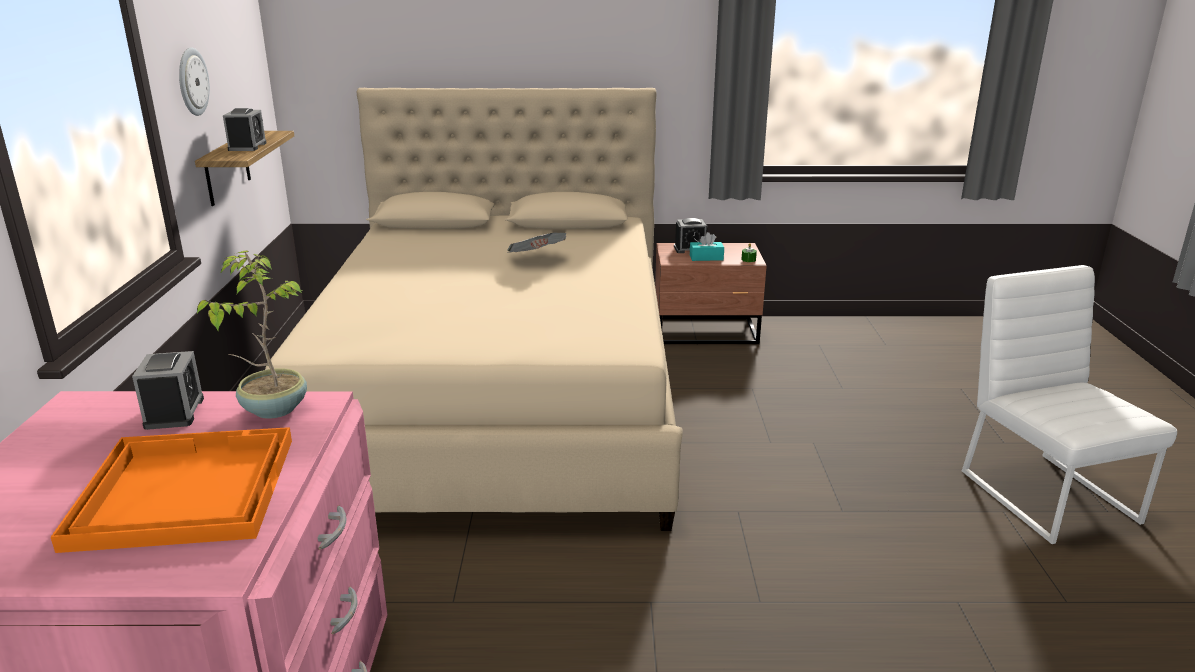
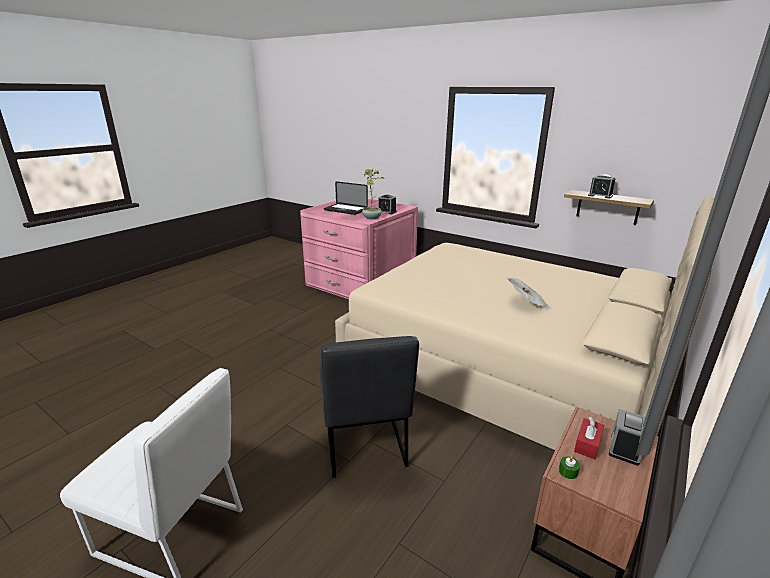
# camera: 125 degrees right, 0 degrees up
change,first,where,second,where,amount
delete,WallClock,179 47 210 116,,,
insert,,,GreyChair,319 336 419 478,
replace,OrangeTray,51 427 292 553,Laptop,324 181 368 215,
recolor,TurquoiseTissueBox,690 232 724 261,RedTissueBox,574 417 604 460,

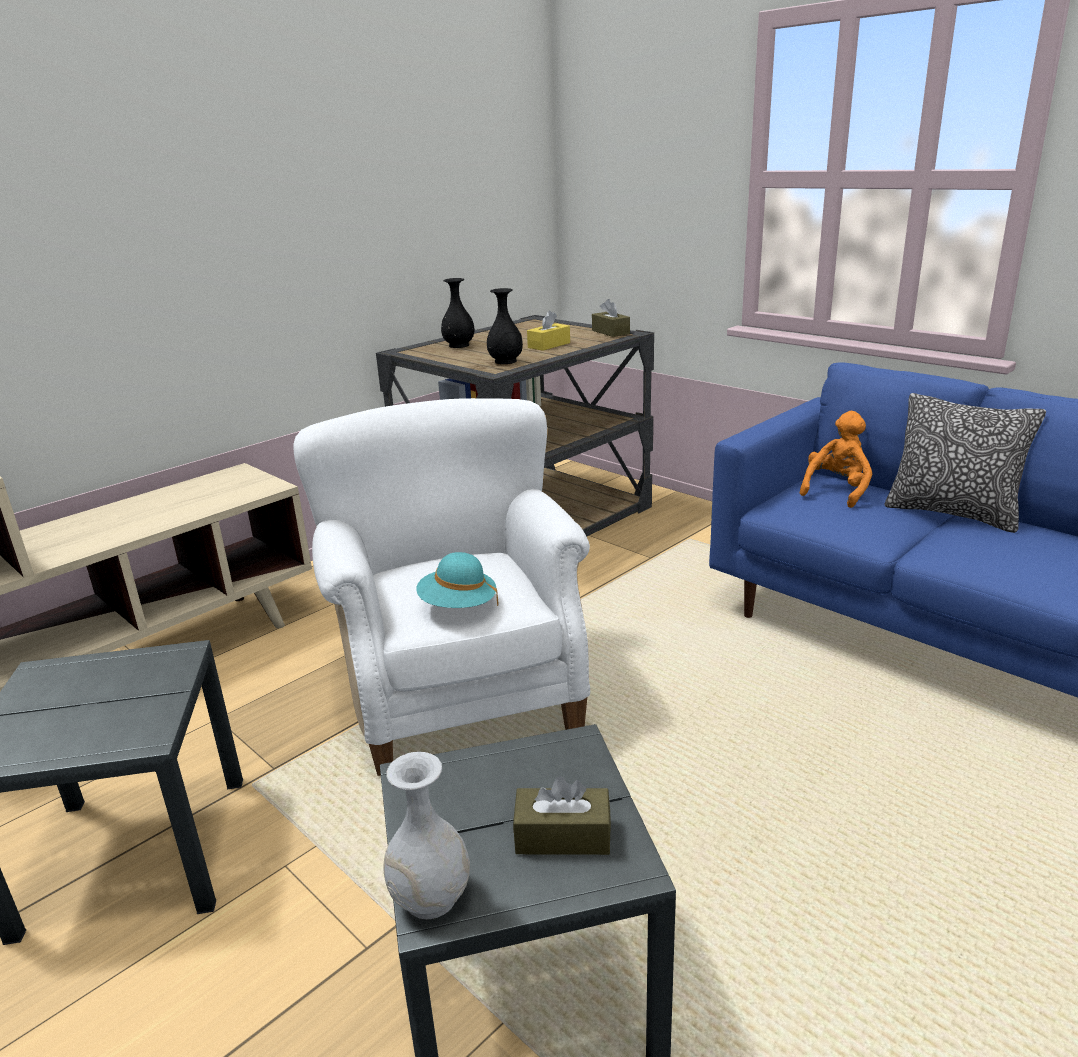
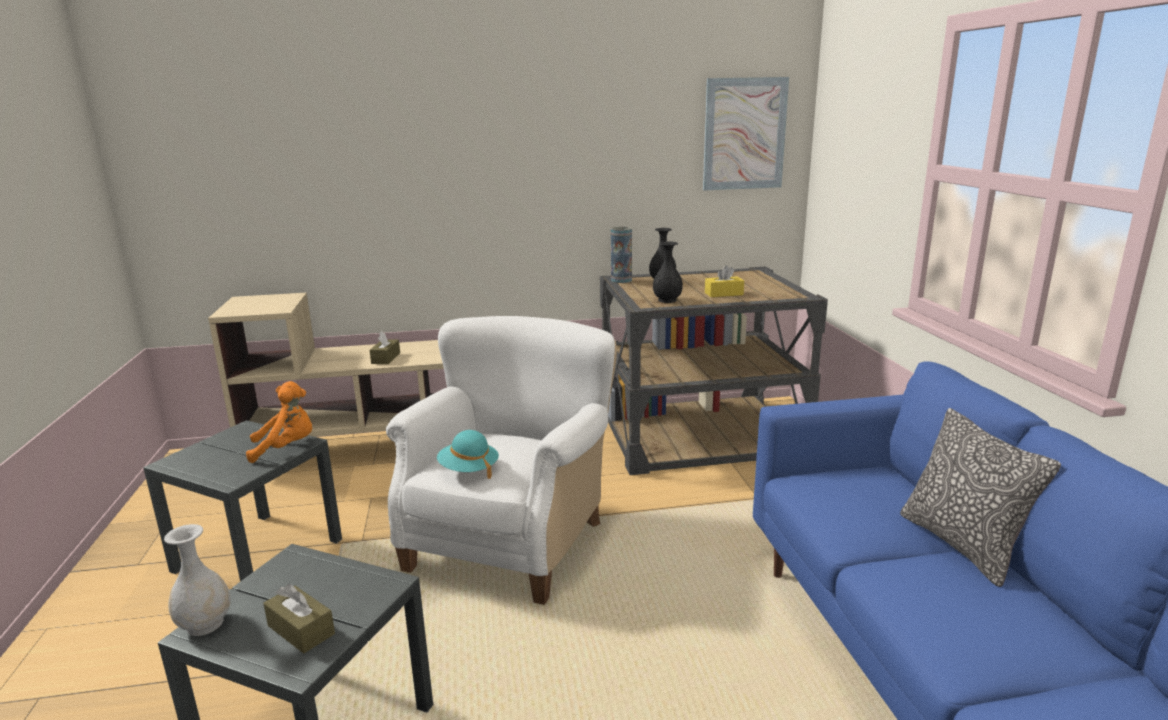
# camera: 35 degrees right, 5 degrees down
change,first,where,second,where,amount
insert,,,Vase,611 227 632 283,
insert,,,Picture,703 77 789 190,
move,BrownTissueBox,592 299 630 337,,369 331 400 364,
move,OrangePlushToy,800 411 872 508,,246 381 312 463,

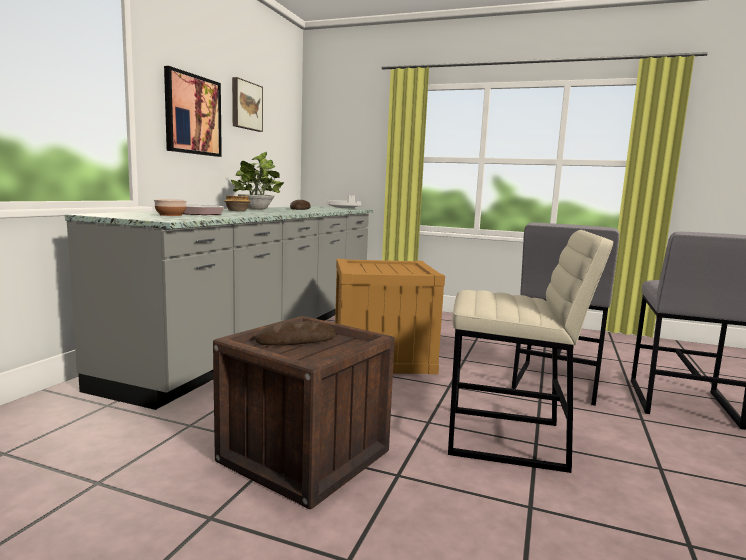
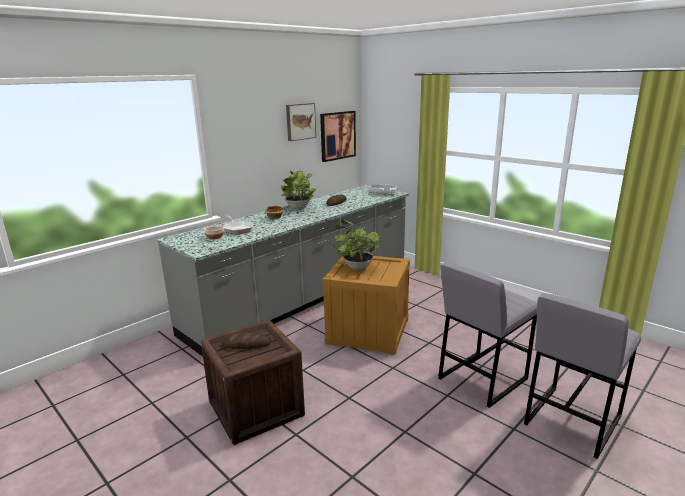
# camera: 25 degrees right, 10 degrees up
change,first,where,second,where,amount
delete,BeigeChair,448 230 613 473,,,
insert,,,PottedPlant,333 219 381 270,
move,Picture,164 66 222 157,,320 111 356 162,

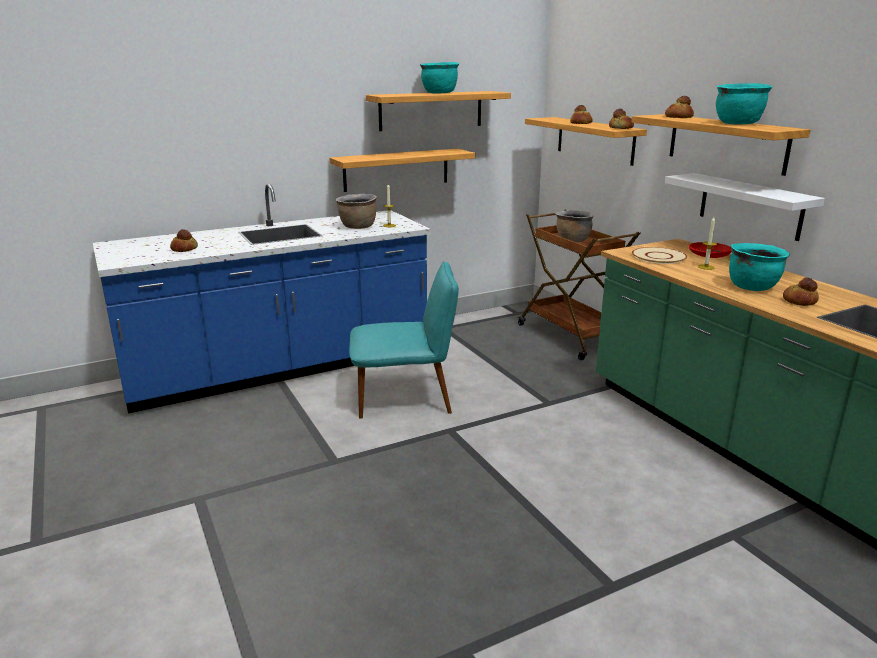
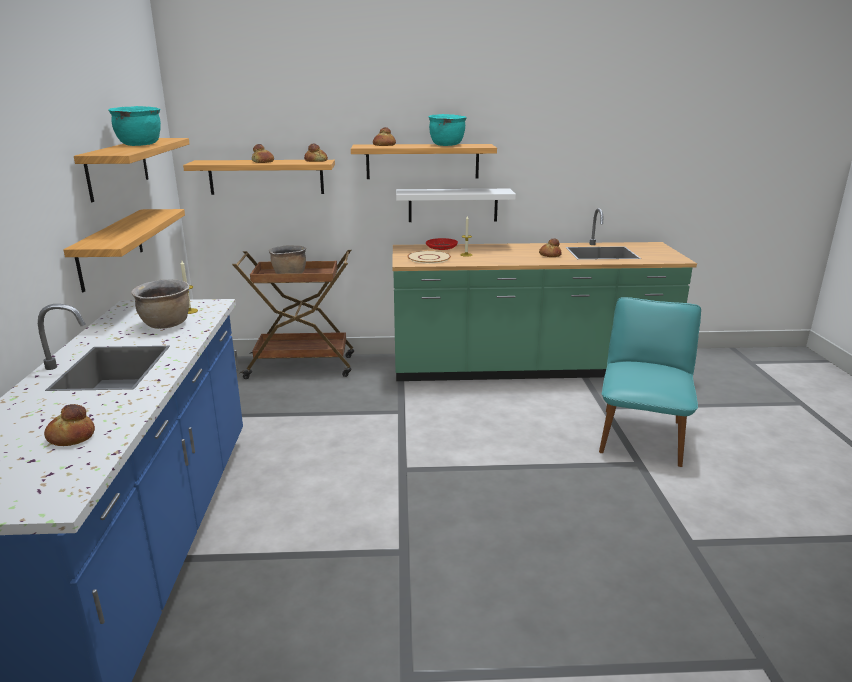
# camera: 65 degrees left, 0 degrees up
change,first,where,second,where,amount
delete,TurquoiseCookingPot,729 243 790 291,,,
move,TurquoiseChair,349 261 459 419,,599 297 701 467,

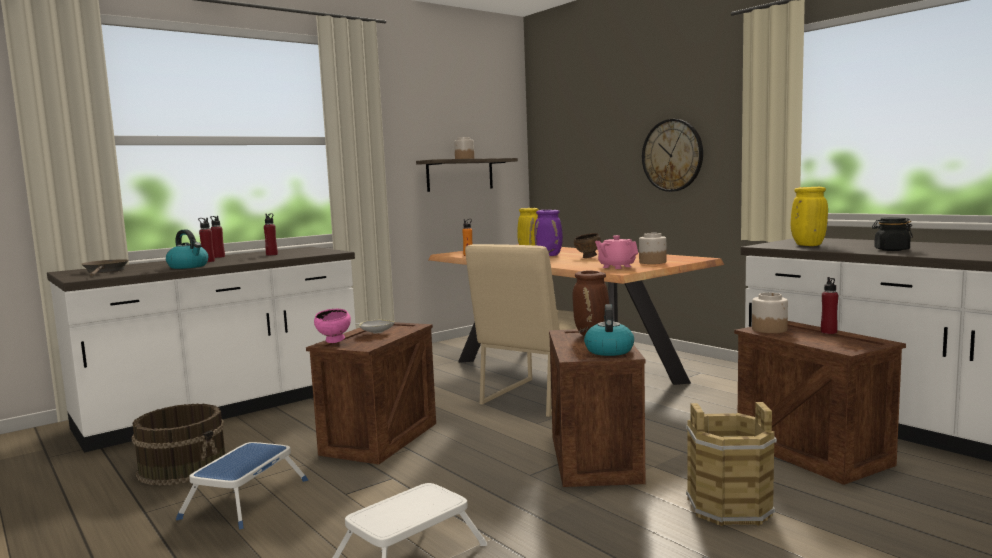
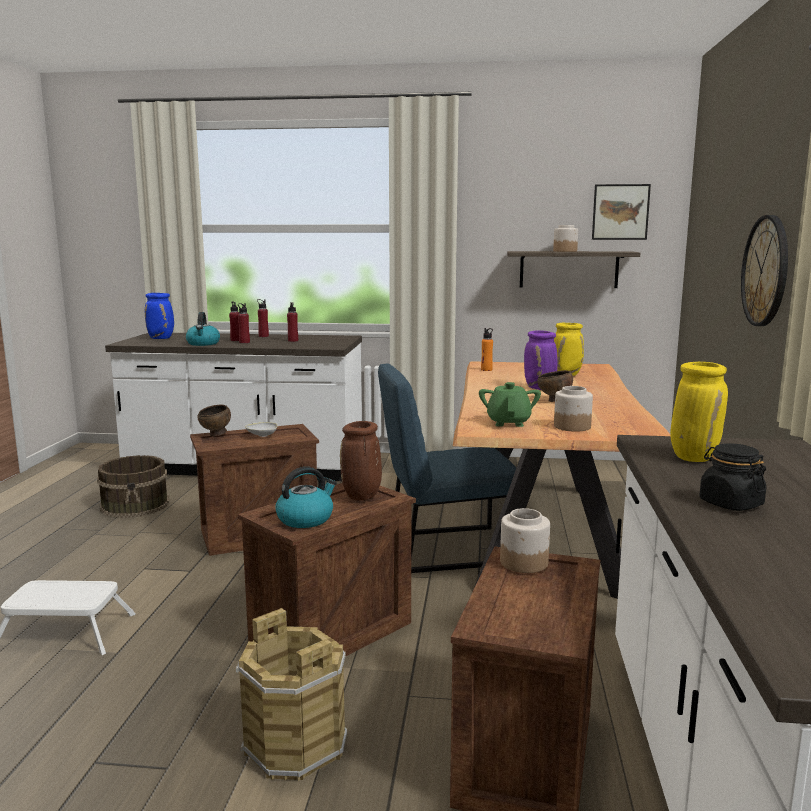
# camera: 45 degrees right, 5 degrees up
change,first,where,second,where,amount
delete,BlueStepLadder,176 442 308 530,,,
insert,,,Picture,592 184 651 240,
move,RedBottle,821 277 838 334,,238 303 250 343,
replace,BrownFryingPan,81 260 129 276,BlueVase,145 293 174 339,
recolor,PinkBowl,314 309 351 343,BrownBowl,197 405 231 436,
recolor,BeigeChair,465 244 577 417,BlueChair,378 363 516 573,
recolor,PinkTeapot,595 235 638 269,GreenTeapot,479 382 541 427,

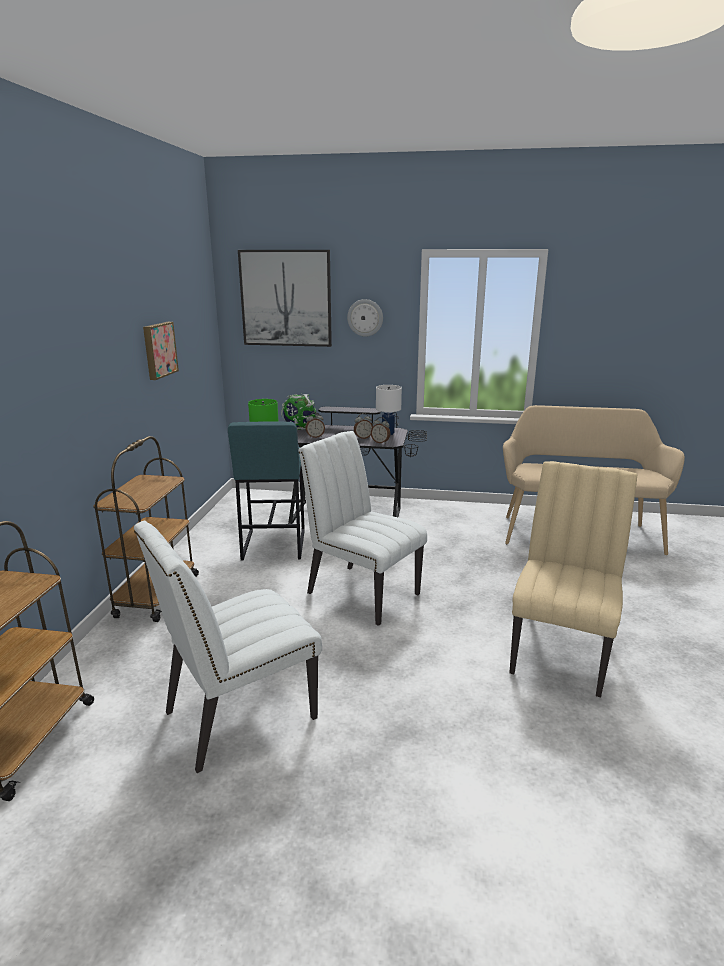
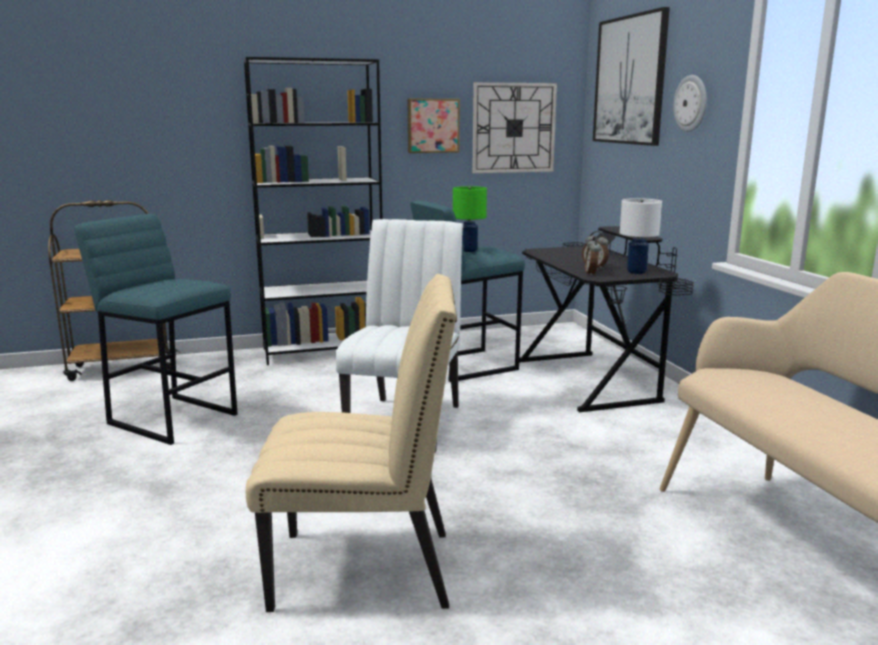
# camera: 65 degrees right, 5 degrees down
change,first,where,second,where,amount
delete,Globe,281 393 317 430,,,
delete,AlarmClock,305 412 325 438,,,
insert,,,WallClock,472 82 557 173,
replace,BrownCart,93 436 199 622,WhiteBookcase,244 57 383 365,
replace,WhiteChair,134 521 322 773,TurquoiseStool,74 214 238 445,

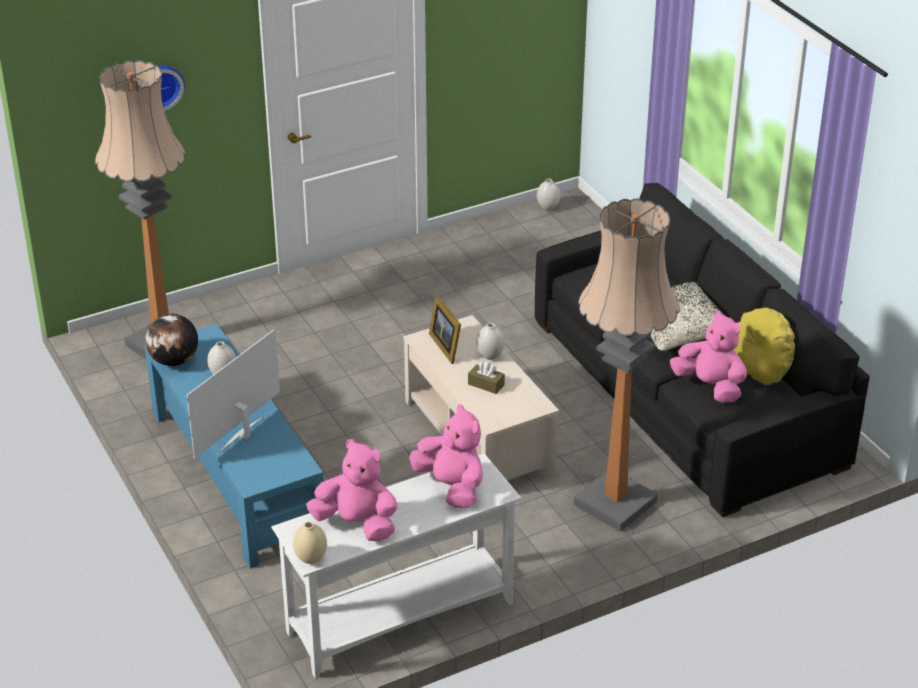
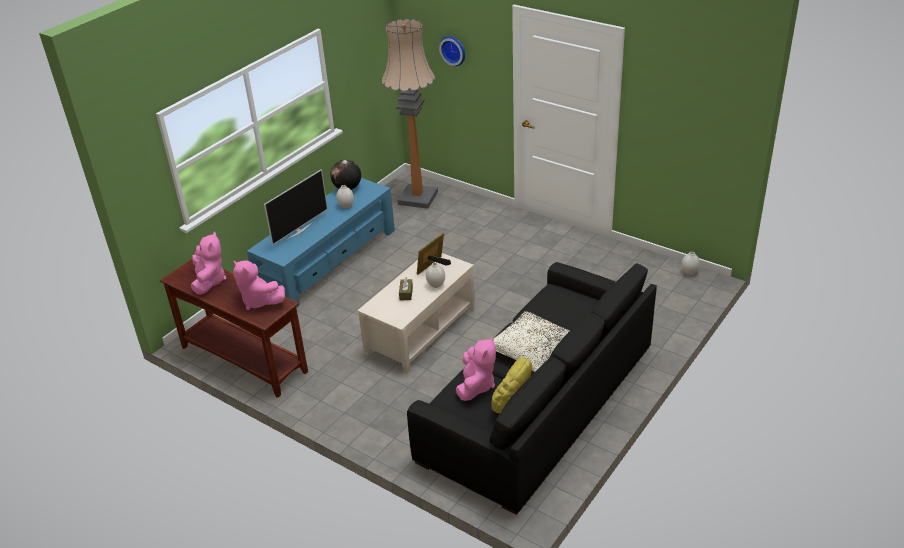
# camera: 65 degrees right, 0 degrees up
change,first,where,second,where,amount
delete,BeigeVase,293 521 327 564,,,
delete,FloorLamp,573 198 680 532,,,
recolor,WhiteConsoleTable,272 453 521 679,BrownConsoleTable,160 259 308 398,
rotate,Television,187 329 280 459,,264 169 328 245,120 degrees clockwise
rotate,PinkPlushToy,409 404 483 508,,233 260 285 310,105 degrees clockwise

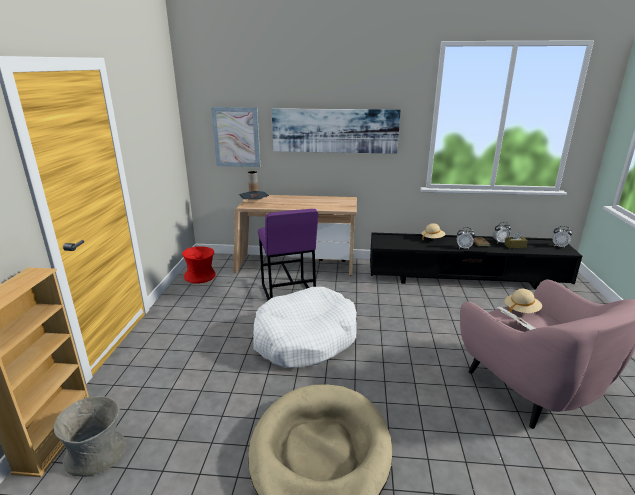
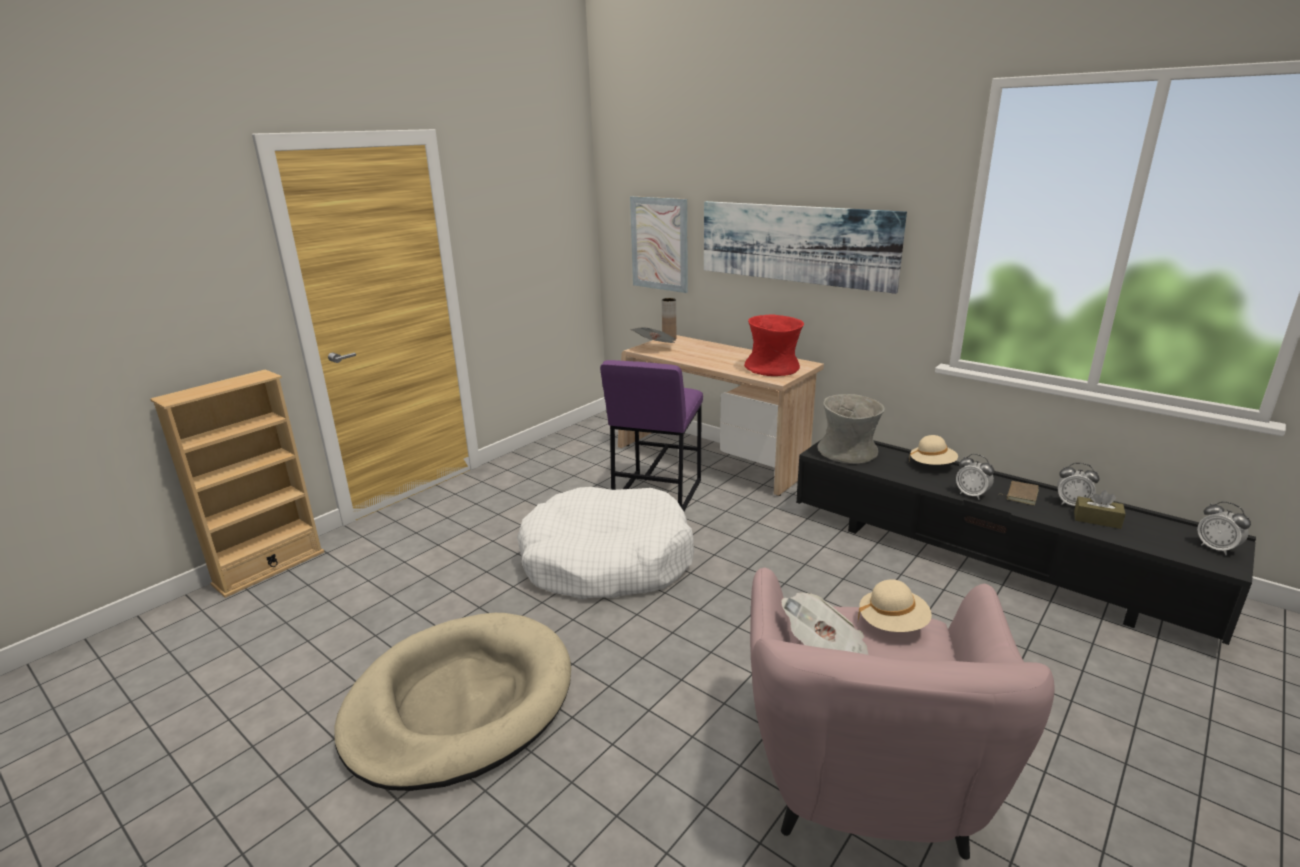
# camera: 35 degrees right, 0 degrees up
change,first,where,second,where,amount
move,GreyVase,54 396 126 477,,817 394 885 464,
move,RedVase,182 246 216 284,,744 315 804 376,

